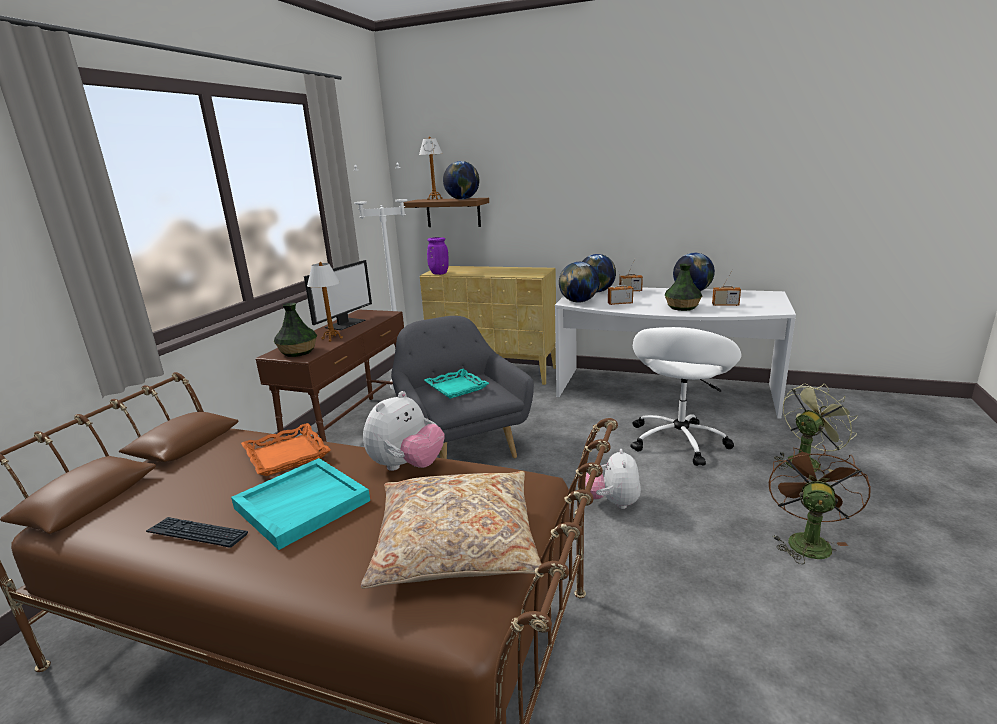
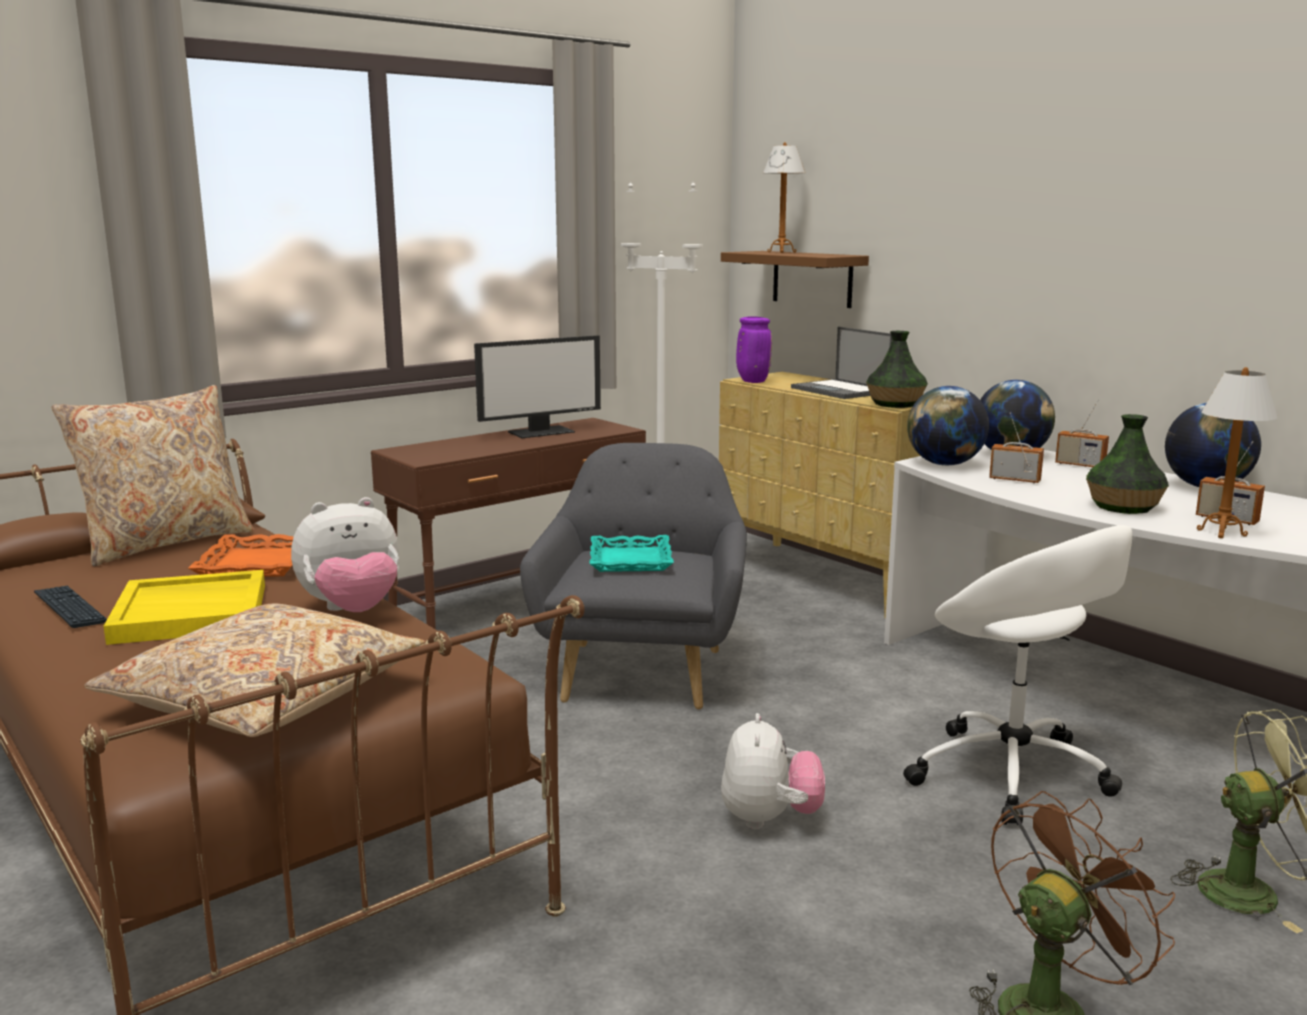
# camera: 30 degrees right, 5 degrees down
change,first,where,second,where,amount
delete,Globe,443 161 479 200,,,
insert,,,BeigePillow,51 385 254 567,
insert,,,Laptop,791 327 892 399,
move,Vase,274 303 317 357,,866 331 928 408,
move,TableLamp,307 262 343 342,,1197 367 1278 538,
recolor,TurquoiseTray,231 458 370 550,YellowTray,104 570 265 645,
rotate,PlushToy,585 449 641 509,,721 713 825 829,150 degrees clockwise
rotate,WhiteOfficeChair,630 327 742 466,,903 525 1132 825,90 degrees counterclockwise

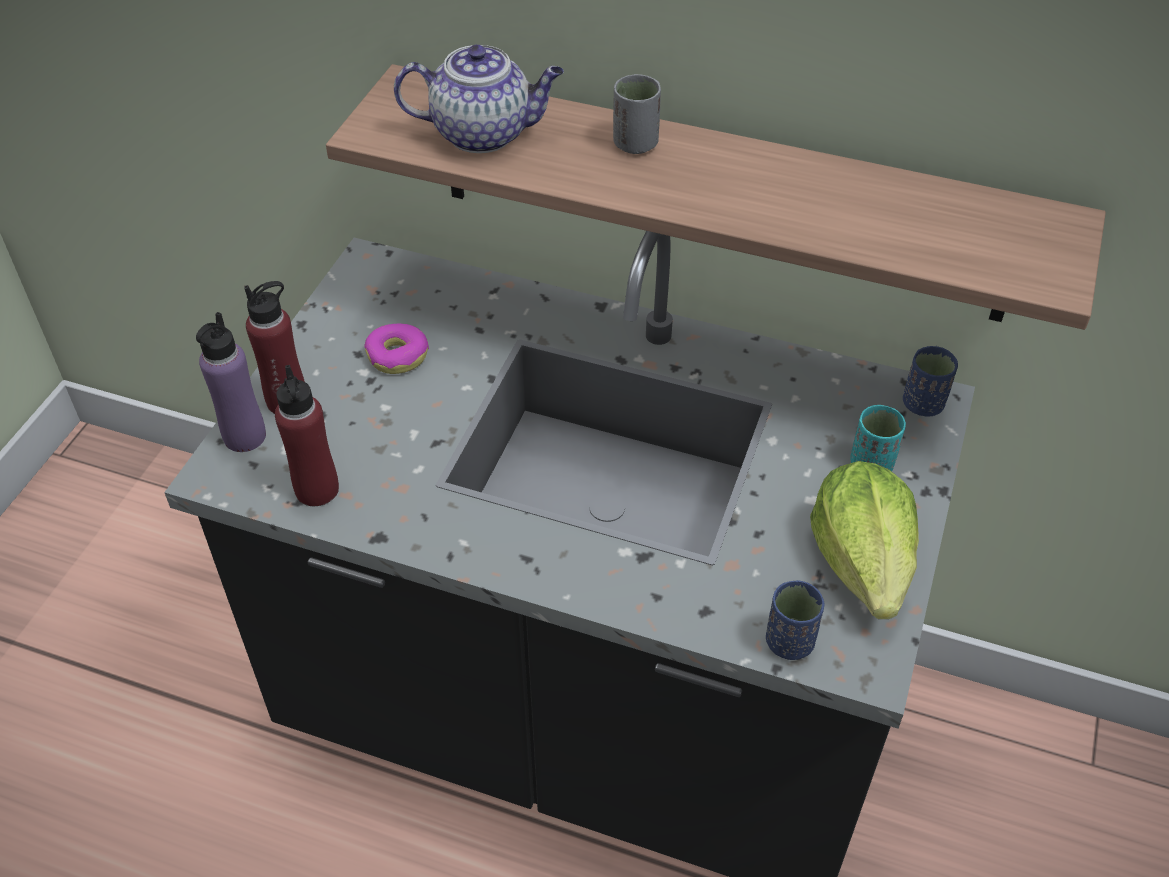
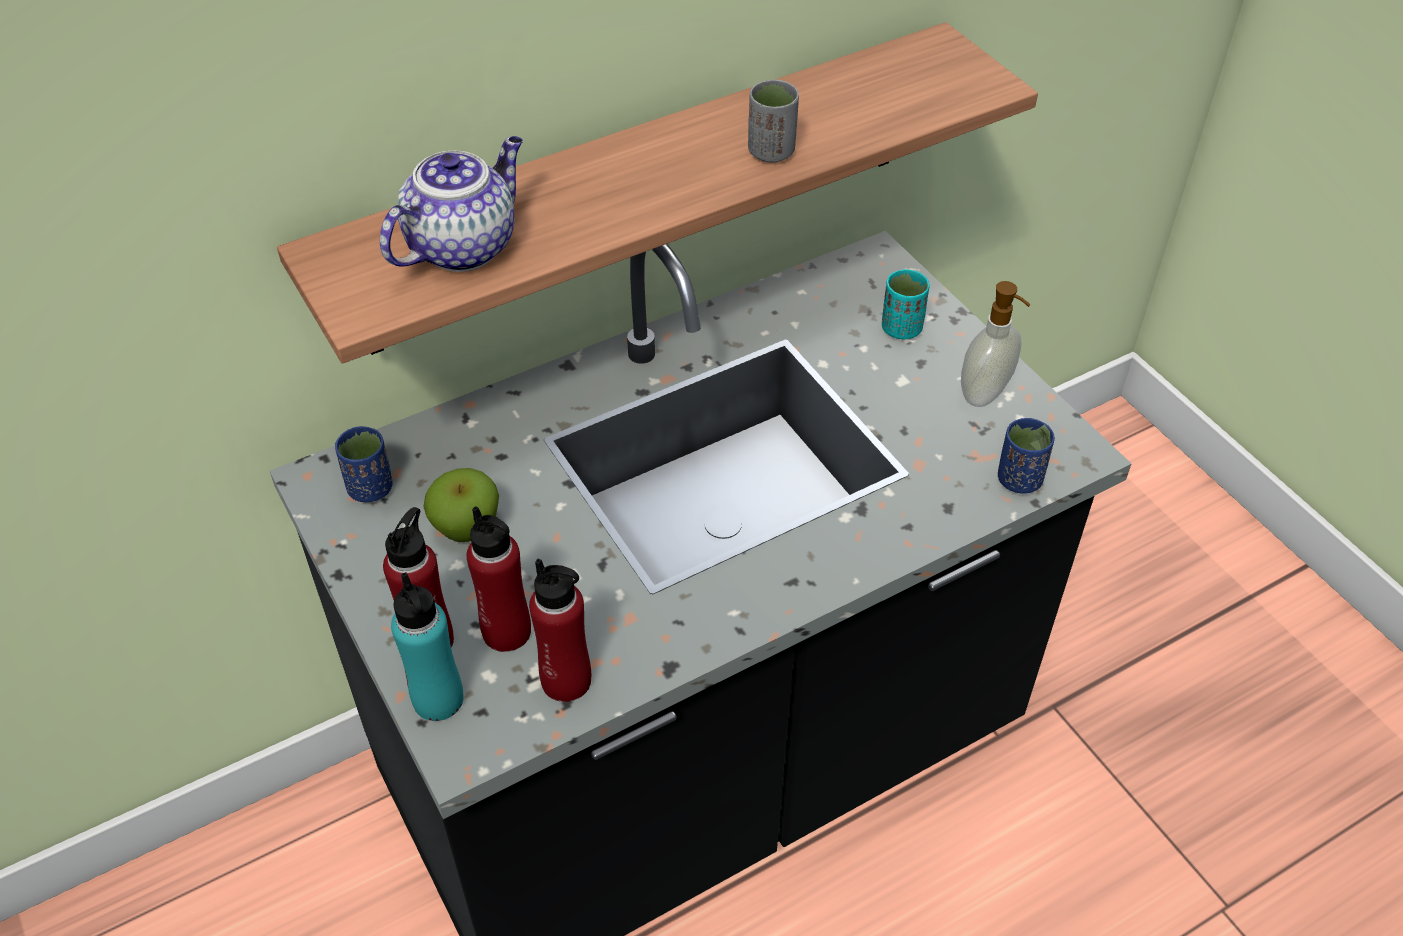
# camera: 50 degrees left, 0 degrees up
change,first,where,second,where,amount
insert,,,RedBottle,467 506 531 652,
move,GreyCup,613 74 661 154,,748 80 799 163,
move,BlueCup,903 346 958 417,,335 426 393 502,
replace,Donut,365 323 429 374,Apple,423 468 499 542,
replace,Lettuce,810 461 919 619,SoapDispenser,961 281 1031 407,
recolor,PurpleBottle,196 312 266 452,TurquoiseBottle,391 572 464 721,

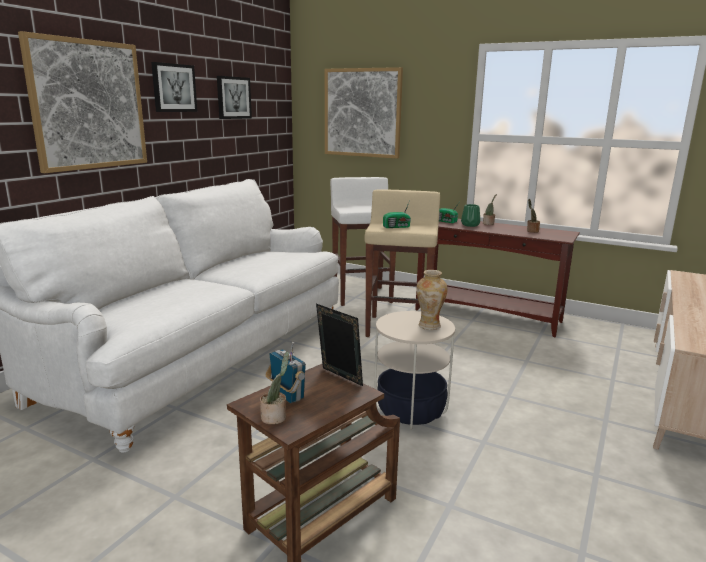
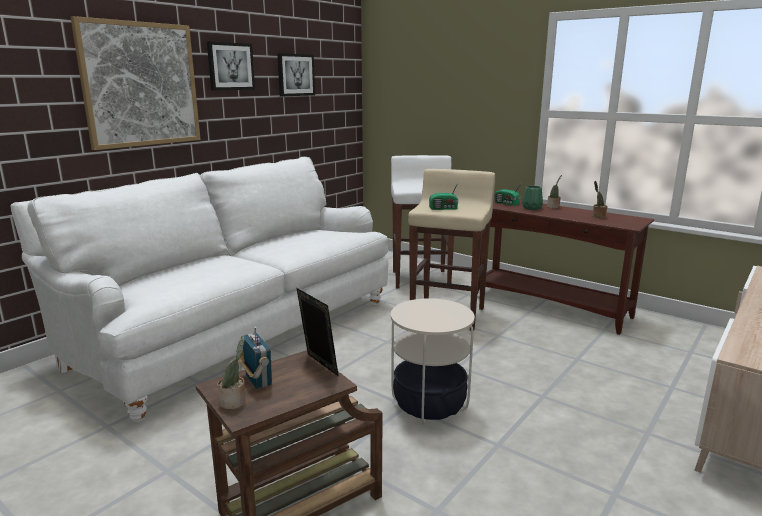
# camera: 10 degrees right, 0 degrees up
change,first,where,second,where,amount
delete,Picture,325 67 403 159,,,
delete,Vase,416 270 448 330,,,

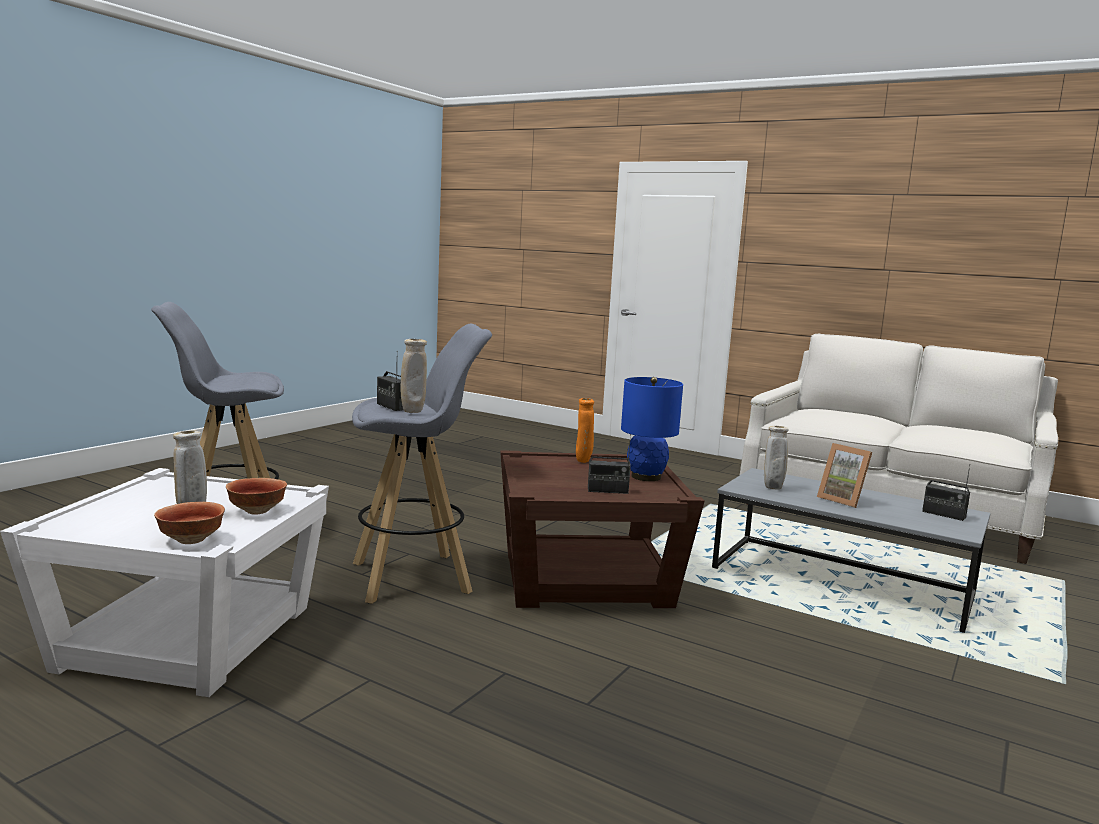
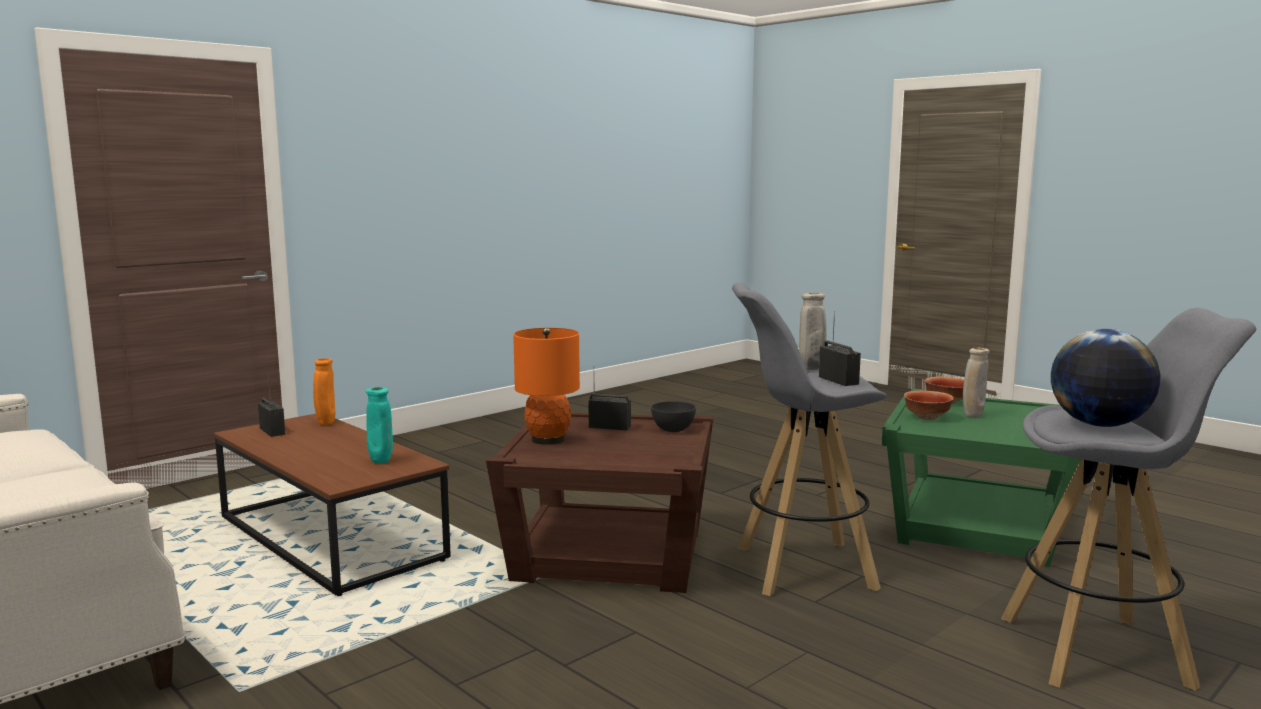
# camera: 165 degrees left, 0 degrees up
change,first,where,second,where,amount
delete,PictureFrame,817 443 872 508,,,
insert,,,GreyBowl,651 401 696 432,
insert,,,Globe,1051 329 1160 427,
move,OrangeVase,576 398 594 463,,313 358 335 425,
recolor,WhiteSideTable,0 468 329 697,GreenSideTable,882 388 1081 567,
recolor,BlueTableLamp,621 377 683 481,OrangeTableLamp,513 328 580 445,
recolor,GreyCoffeeTable,712 468 991 633,BrownCoffeeTable,214 414 451 596,
recolor,BeigeVase,764 426 789 489,TurquoiseVase,366 387 393 463,

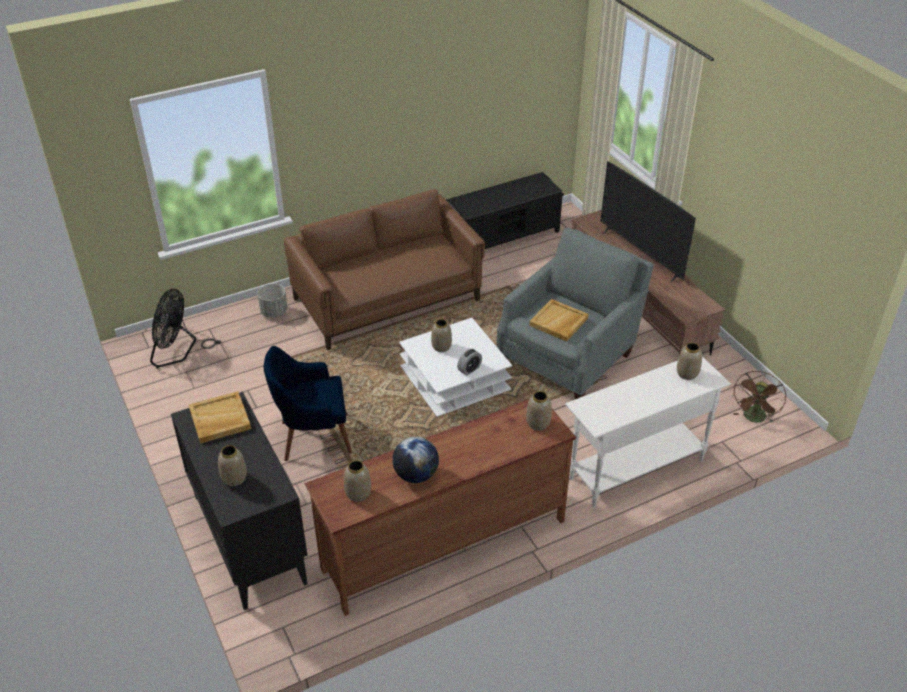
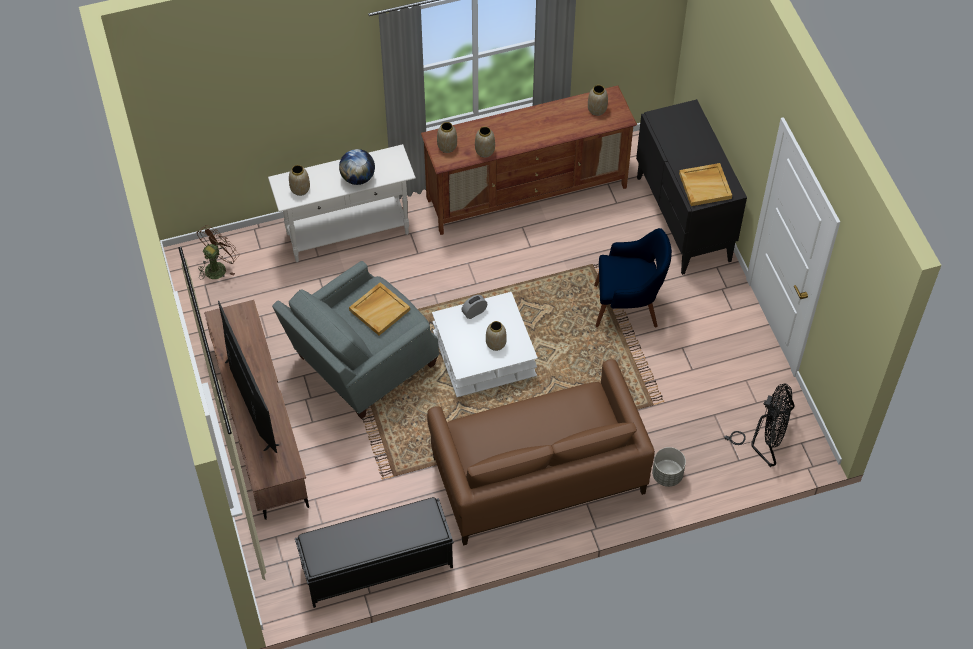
# camera: 170 degrees left, 15 degrees up
change,first,where,second,where,amount
move,Vase,218 445 247 487,,475 126 495 157,
move,Globe,392 436 439 483,,339 149 375 185,

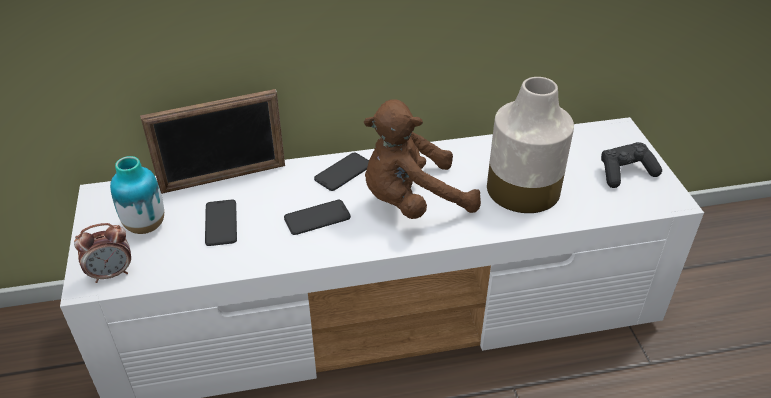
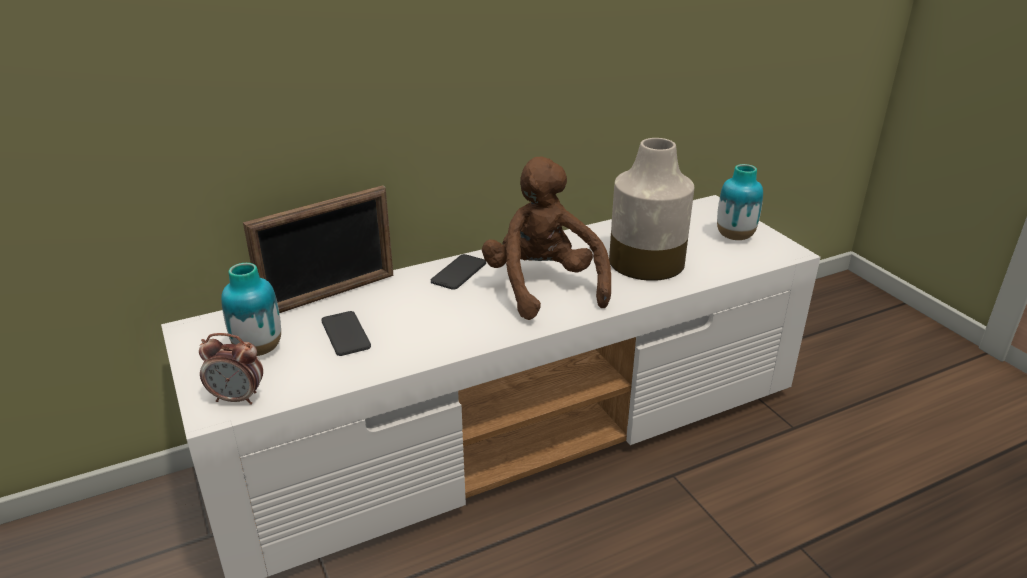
# camera: 15 degrees left, 10 degrees down
change,first,where,second,where,amount
delete,Phone,284 200 351 235,,,
replace,BlackGameController,601 142 662 188,Vase,717 164 763 240,
rotate,AlarmClock,74 223 131 283,,199 333 263 405,45 degrees clockwise
rotate,BrownPlushToy,364 99 481 219,,482 157 611 320,105 degrees clockwise

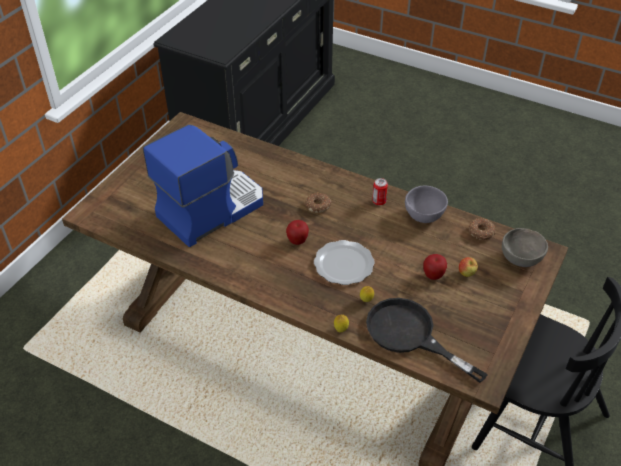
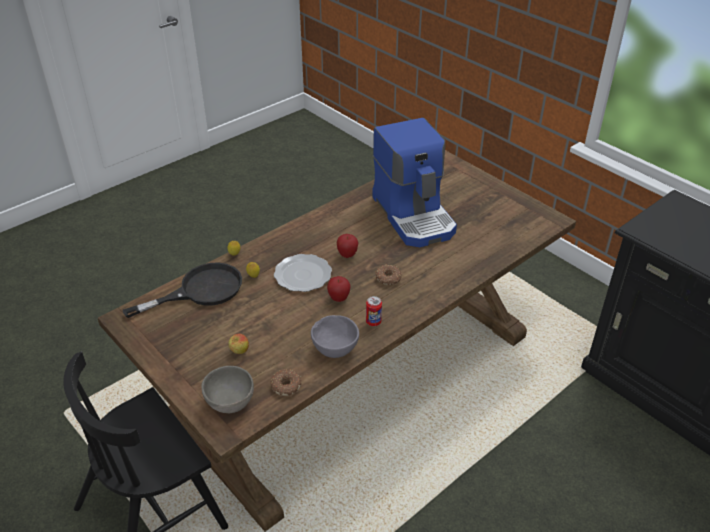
# camera: 110 degrees right, 5 degrees down
change,first,where,second,where,amount
move,Apple,423 254 447 280,,327 276 350 302,

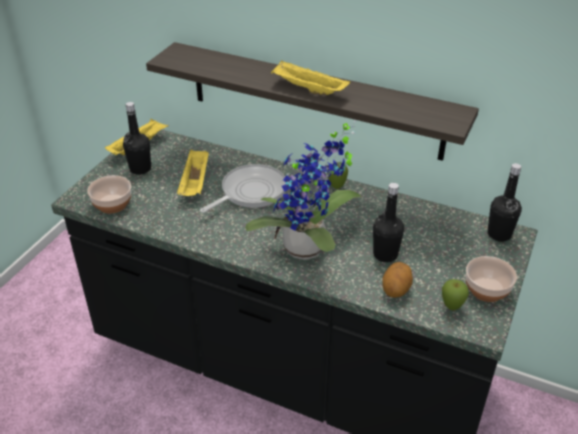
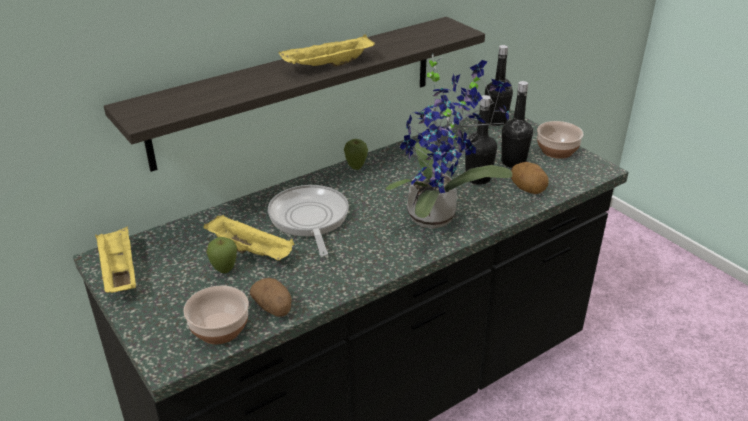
# camera: 60 degrees left, 5 degrees down
change,first,where,second,where,amount
insert,,,Potato,250 278 292 317,
move,BlackBottle,123 102 151 175,,501 81 533 168,
move,Apple,442 279 469 310,,206 237 237 273,

